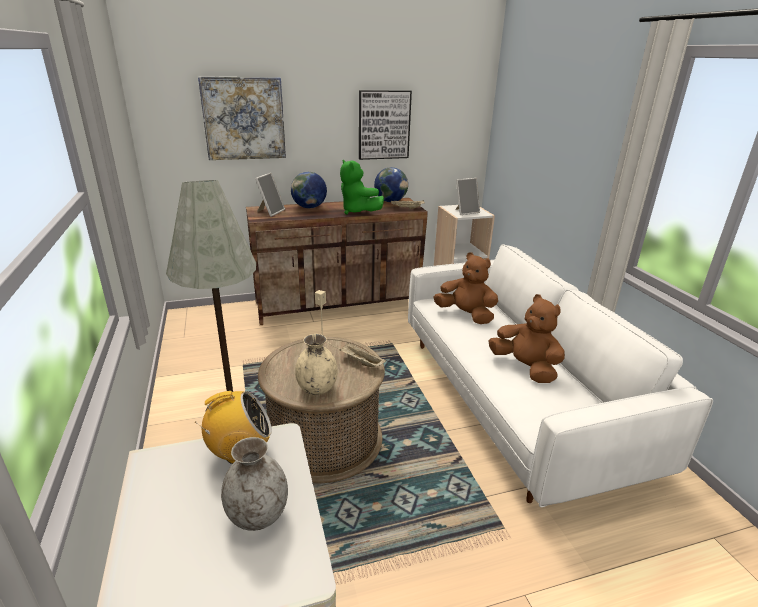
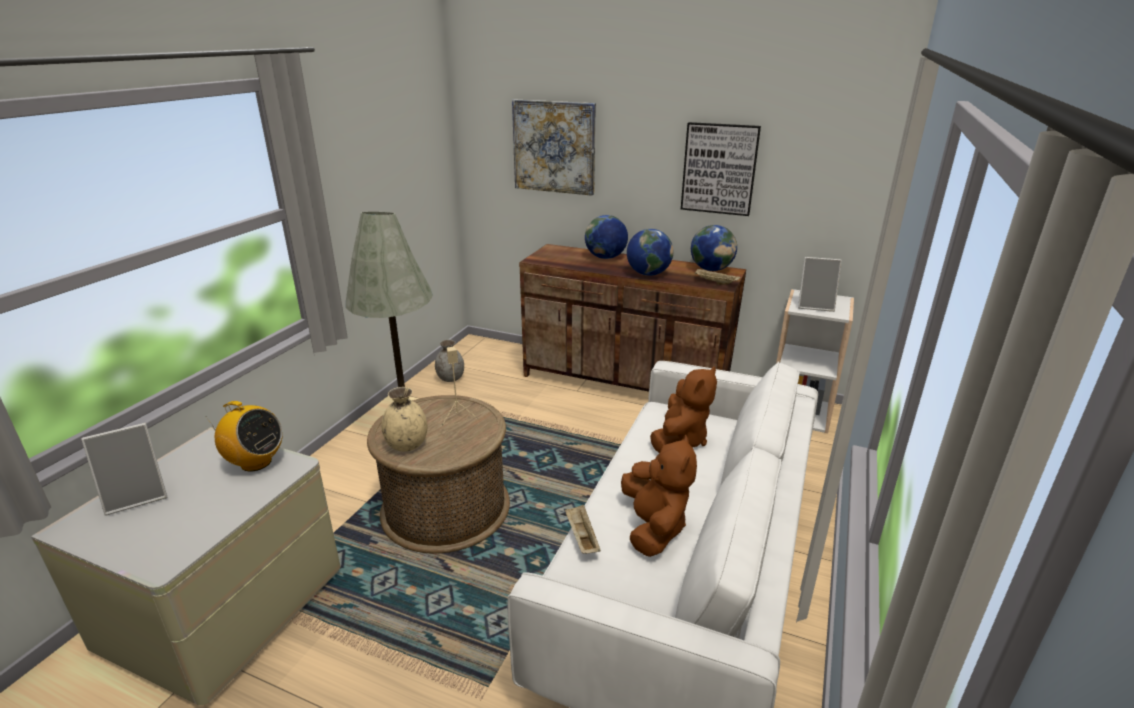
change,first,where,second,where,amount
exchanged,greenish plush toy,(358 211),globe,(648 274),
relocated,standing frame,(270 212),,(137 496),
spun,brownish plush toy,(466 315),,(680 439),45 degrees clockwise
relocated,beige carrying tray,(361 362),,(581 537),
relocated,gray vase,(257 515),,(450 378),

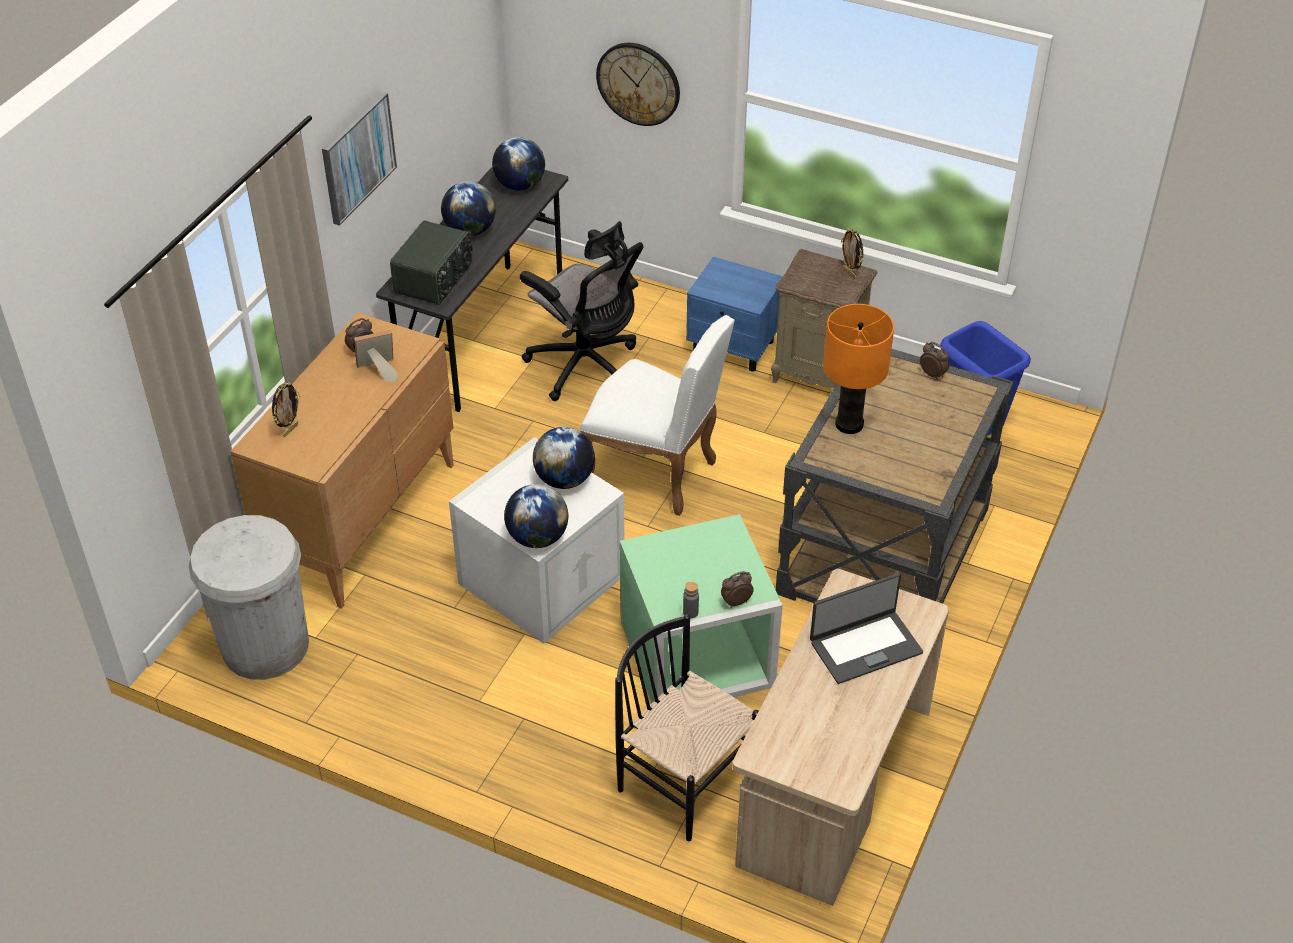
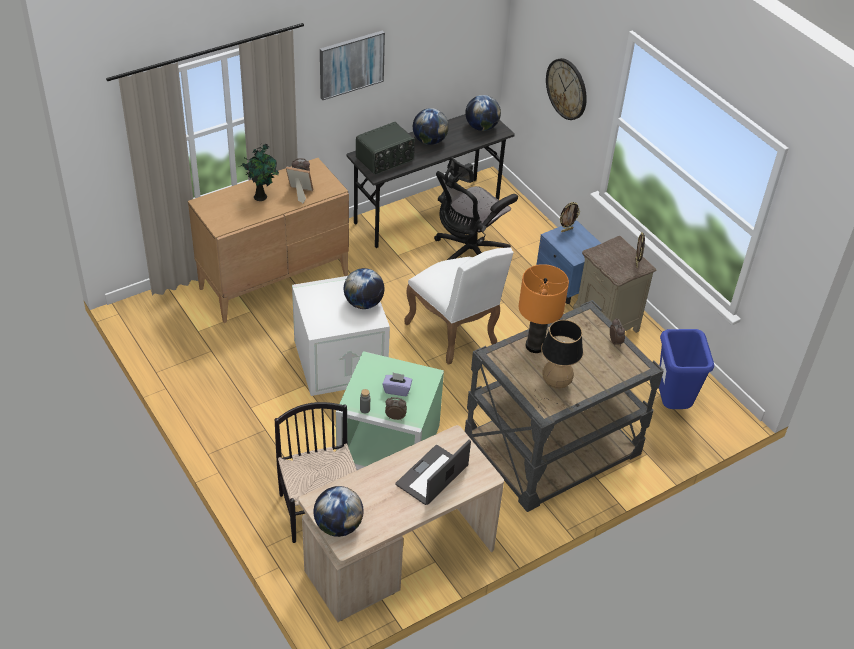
change,first,where,second,where,amount
spun,desk chair,(585 365),,(469 255),60 degrees clockwise
relocated,standing frame,(290 430),,(566 230),
relocated,globe,(537 538),,(338 526),
missing,white rubbish bin,(265 645),,,
spun,laptop,(865 646),,(432 476),120 degrees clockwise
appeared,,,plant in a pot,(261 196),
appeared,,,lamp for a table,(555 387),
appeared,,,purple-coloured box of tissues,(397 390),

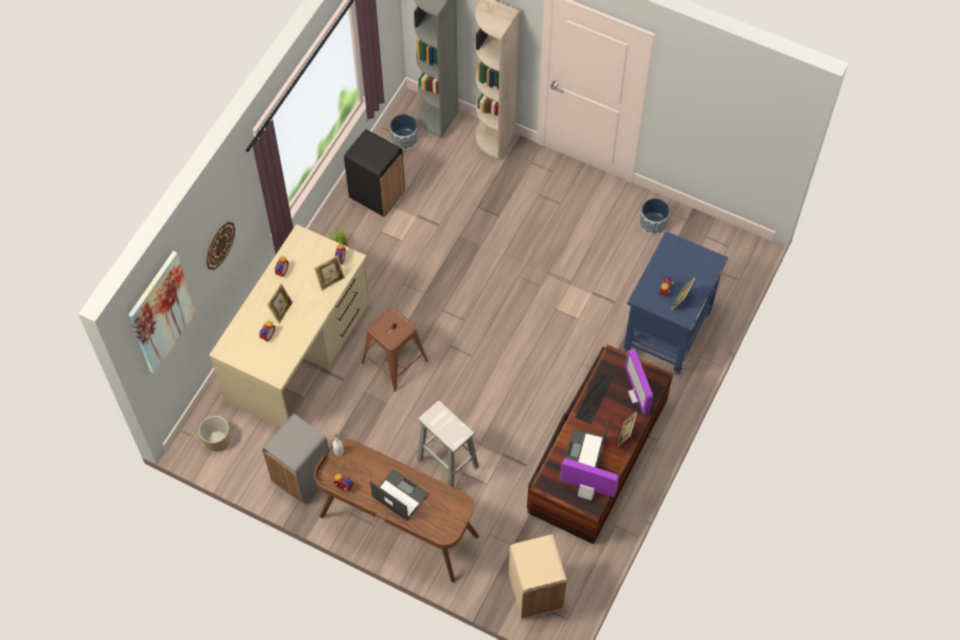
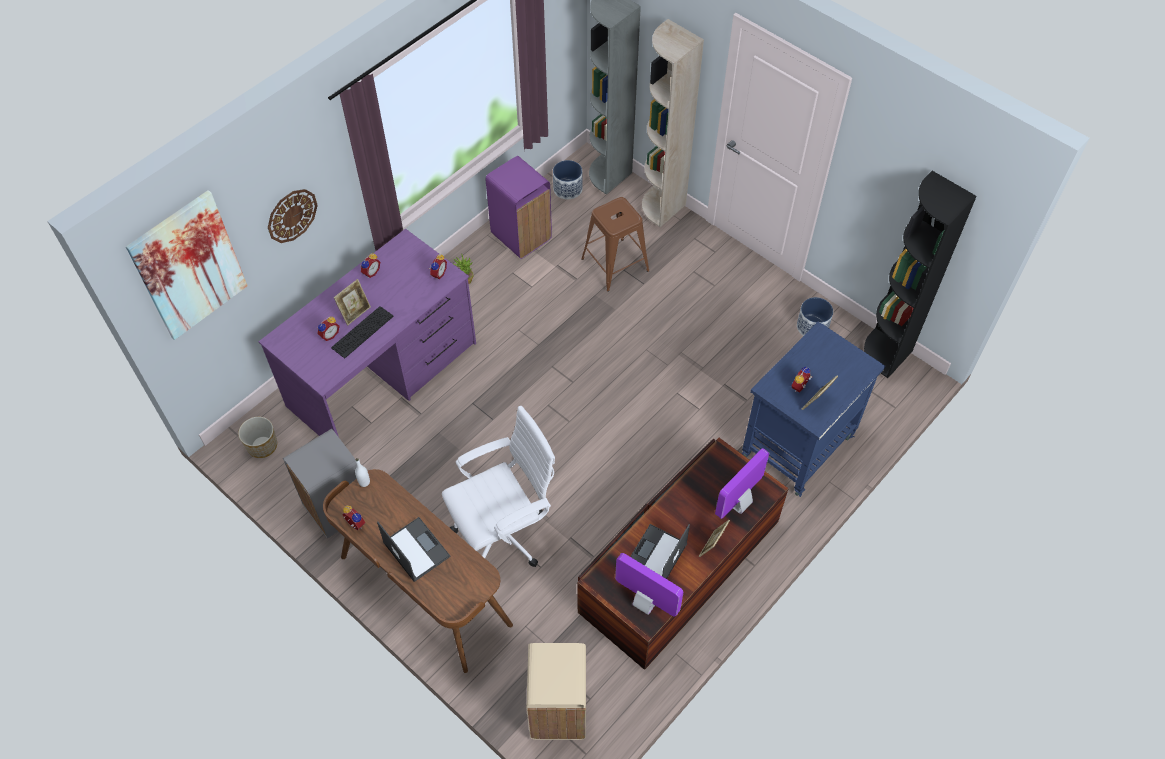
change,first,where,second,where,amount
colour,blackish rubbish bin,(377 194),purple-coloured rubbish bin,(521 236),
colour,beige desk,(299 352),purple-coloured desk,(383 375),
missing,standing frame,(331 280),,,
relocated,brownish stool,(394 361),,(615 264),
spun,computer display,(637 395),,(739 503),45 degrees clockwise
relocated,computer keyboard,(594 397),,(362 332),
exchanged,white stool,(448 463),white desk chair,(504 533),
appeared,,,blackish bookshelf,(882 356),

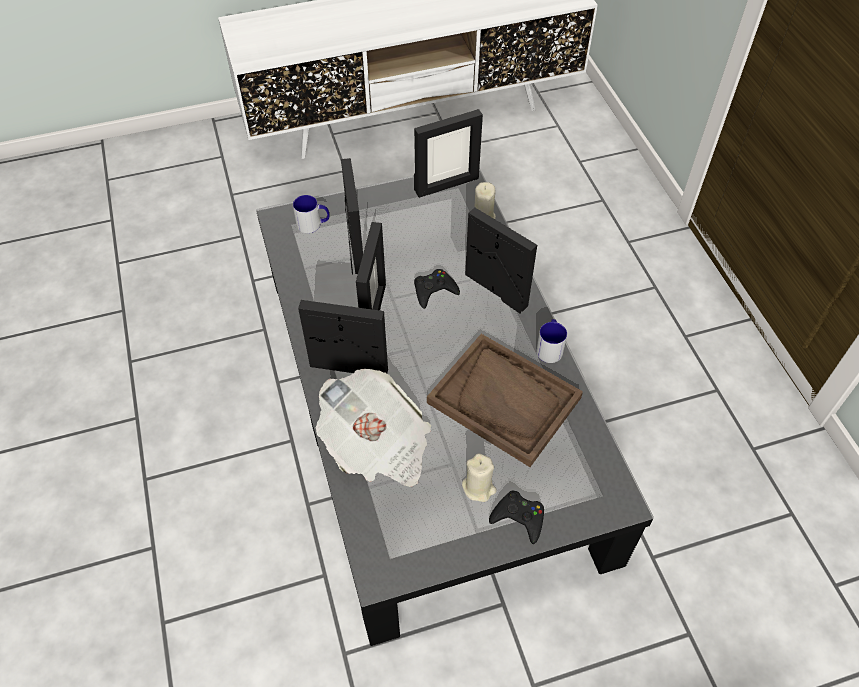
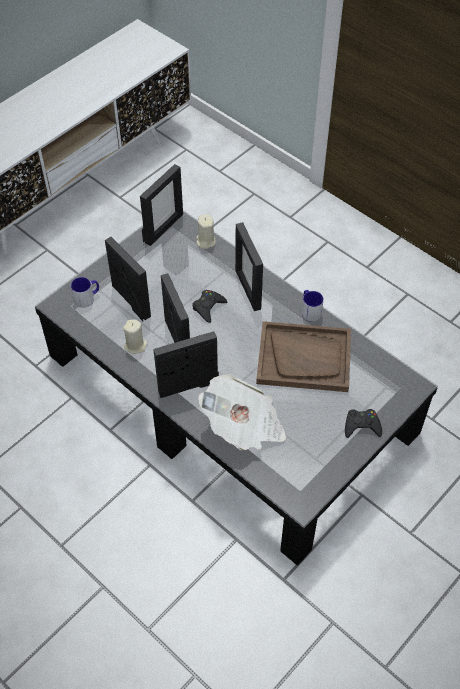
change,first,where,second,where,amount
spun,standing frame,(495 291),,(249 289),120 degrees counterclockwise
relocated,beige candle,(478 487),,(135 345),

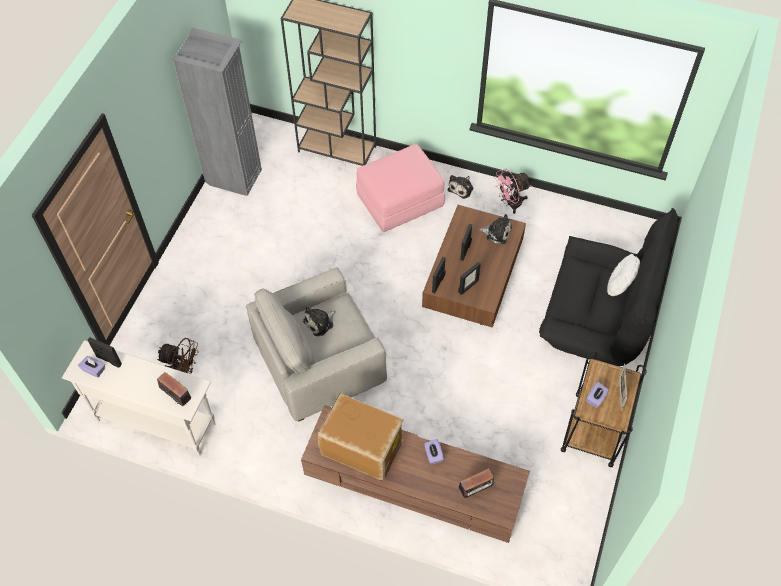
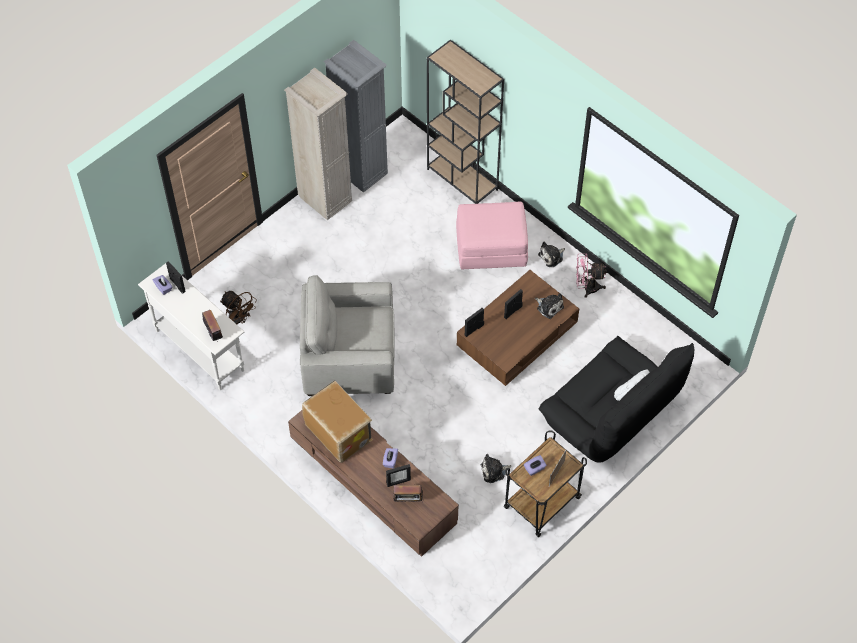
change,first,where,second,where,amount
relocated,standing frame,(468 286),,(398 481),
relocated,plush toy,(320 322),,(494 471),
appeared,,,beige cupboard,(325 198),

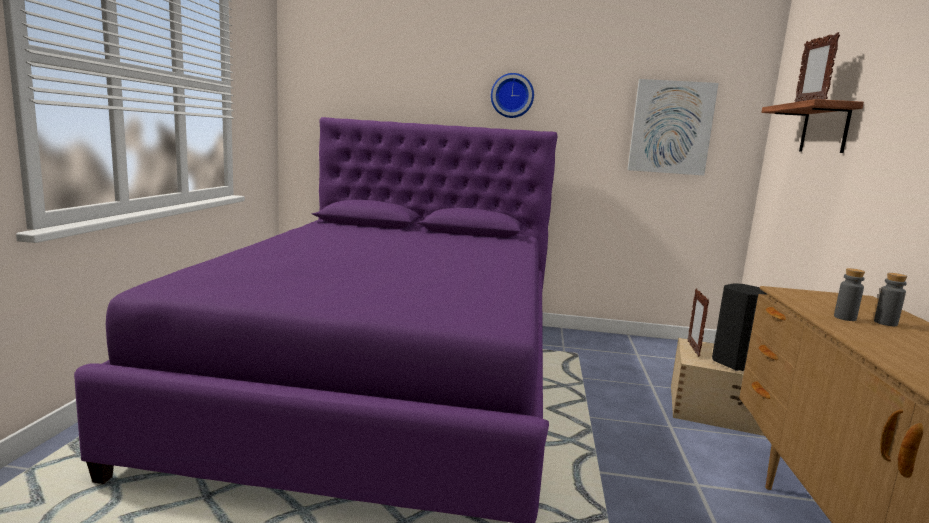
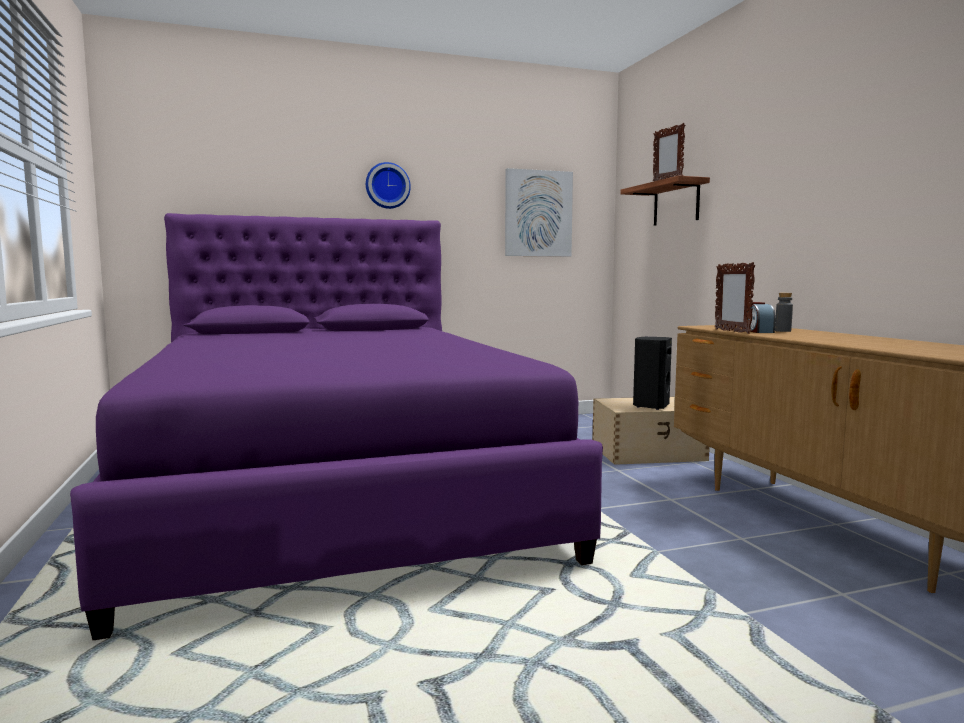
change,first,where,second,where,amount
exchanged,gray bottle,(845 318),table clock,(758 331),
relocated,standing frame,(693 349),,(732 331),

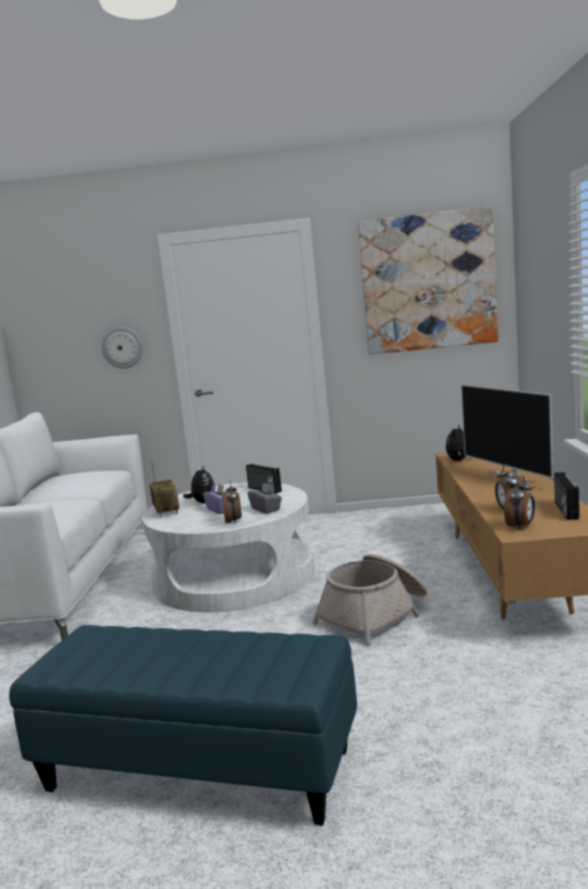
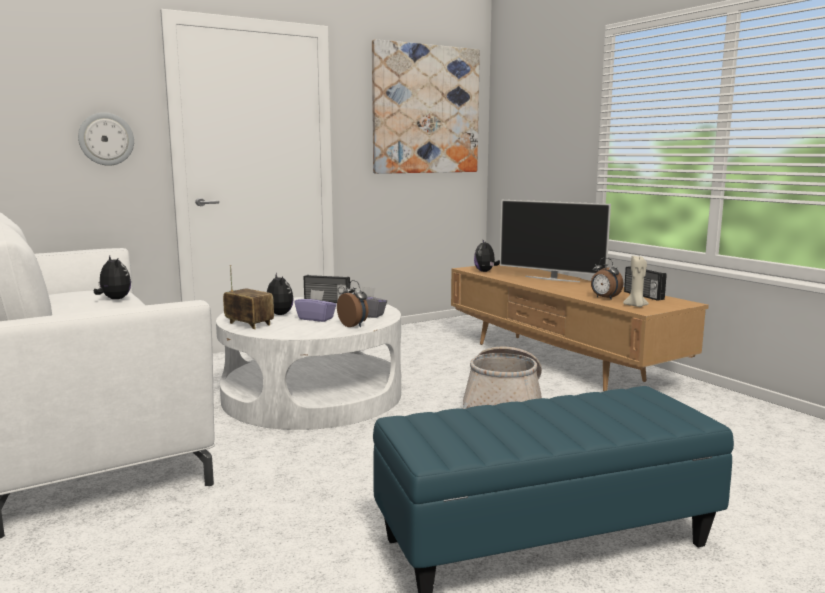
change,first,where,second,where,amount
exchanged,table clock,(521 526),beige candle,(636 306),
appeared,,,plush toy,(114 299),

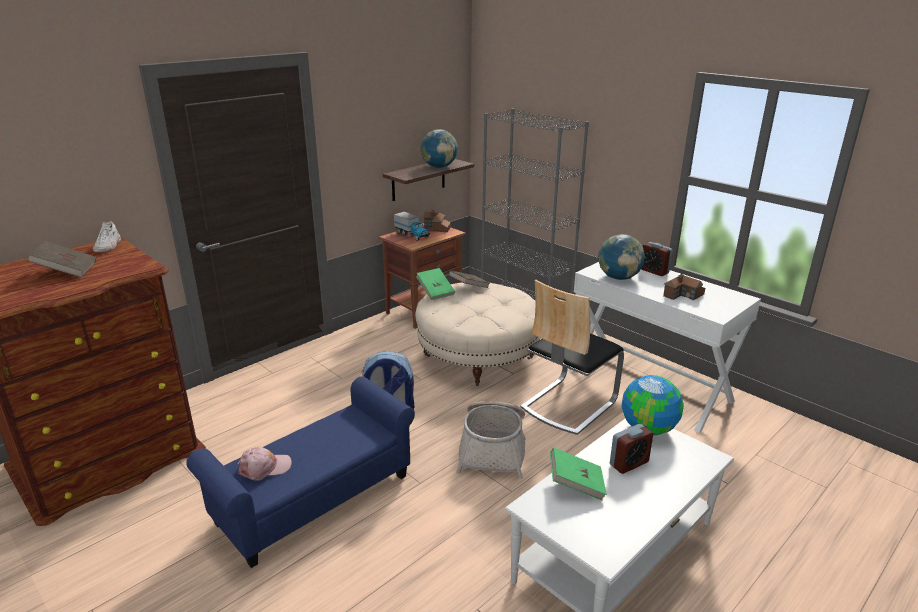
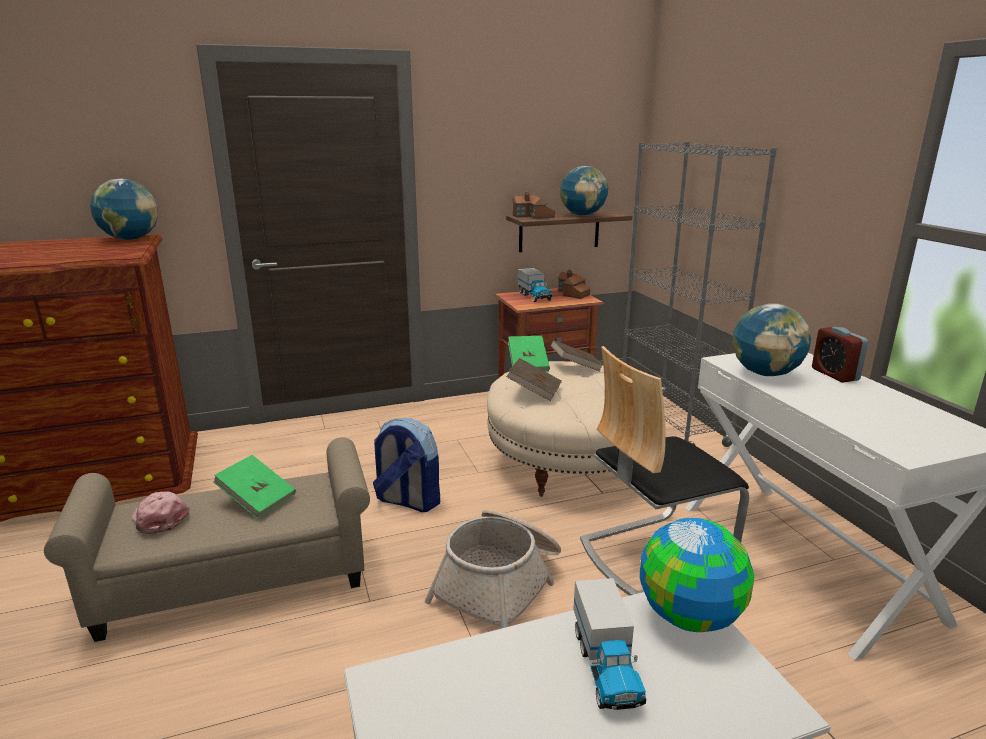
change,first,where,second,where,amount
exchanged,white item of footwear,(108 246),globe,(130 239),
relocated,brownish book,(66 271),,(534 391),
relocated,toy house,(683 295),,(533 216),
colour,bluish pouffe,(314 498),beige pouffe,(236 580),
exchanged,table clock,(629 463),toy lorry,(606 666),
spun,pinkish baseball cap,(264 468),,(159 518),135 degrees counterclockwise
relocated,greenish book,(576 484),,(257 500),

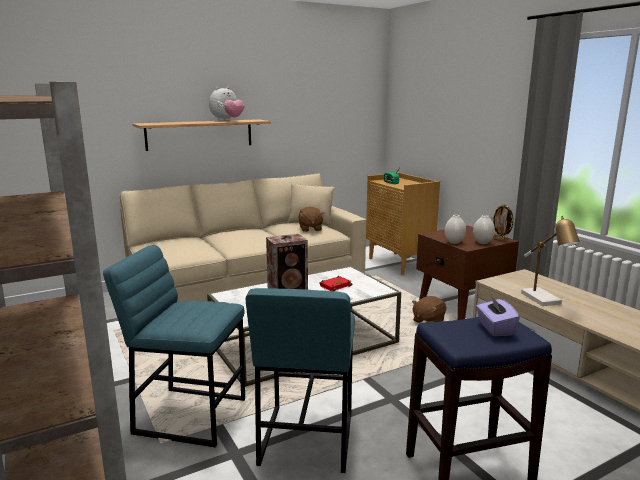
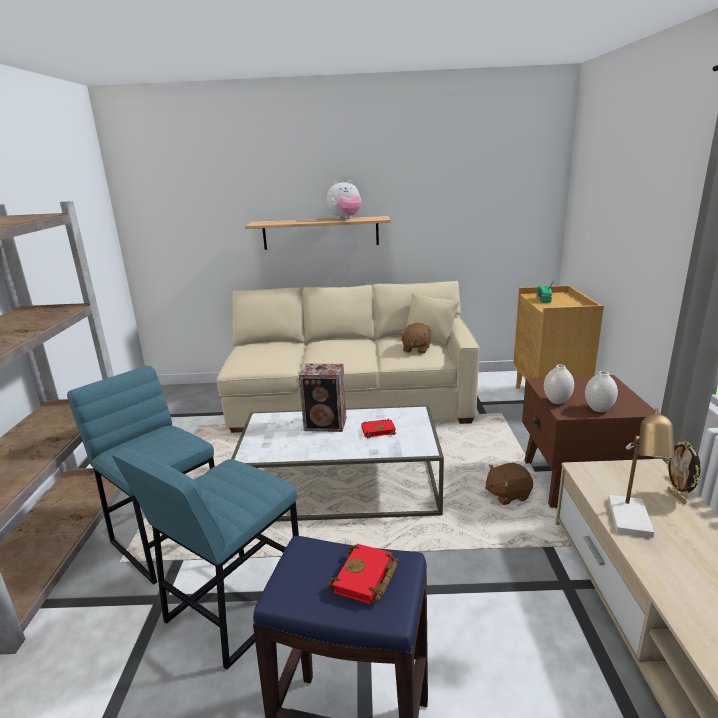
change,first,where,second,where,amount
relocated,standing frame,(501 240),,(677 497),
exchanged,purple-coloured box of tissues,(495 328),red book,(365 579),

